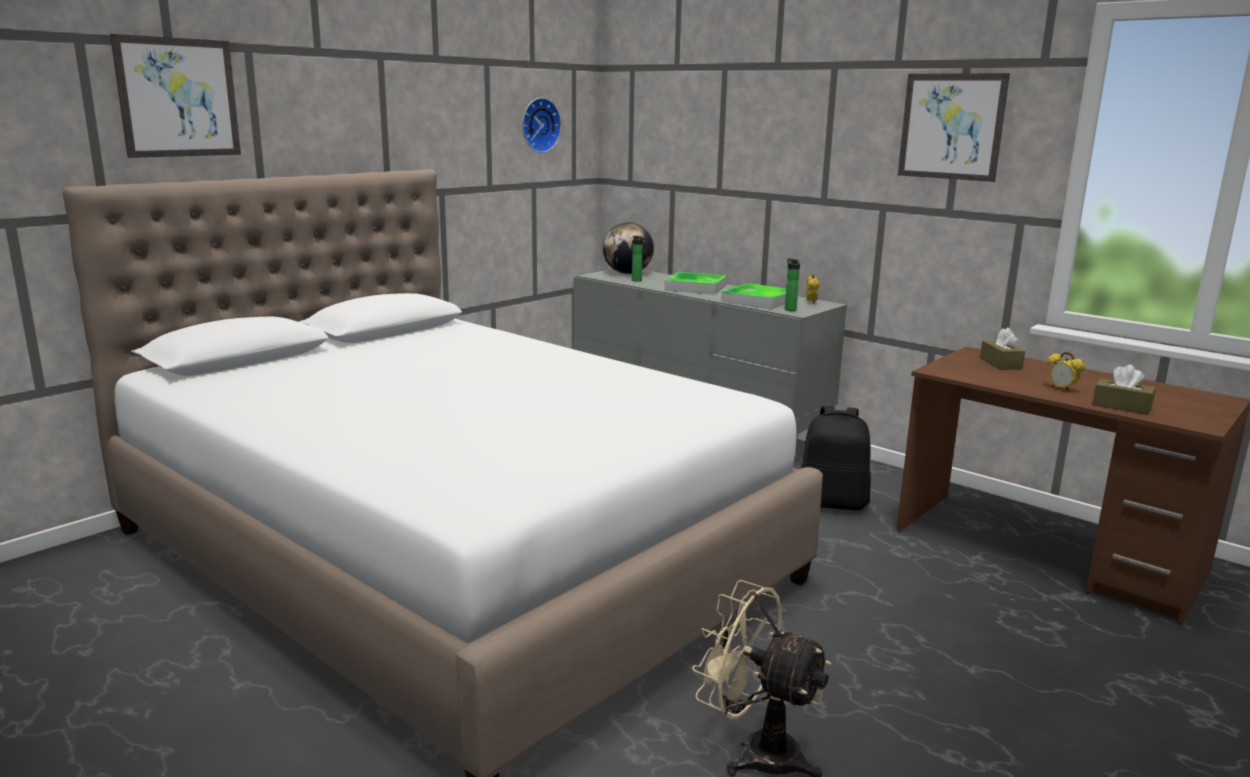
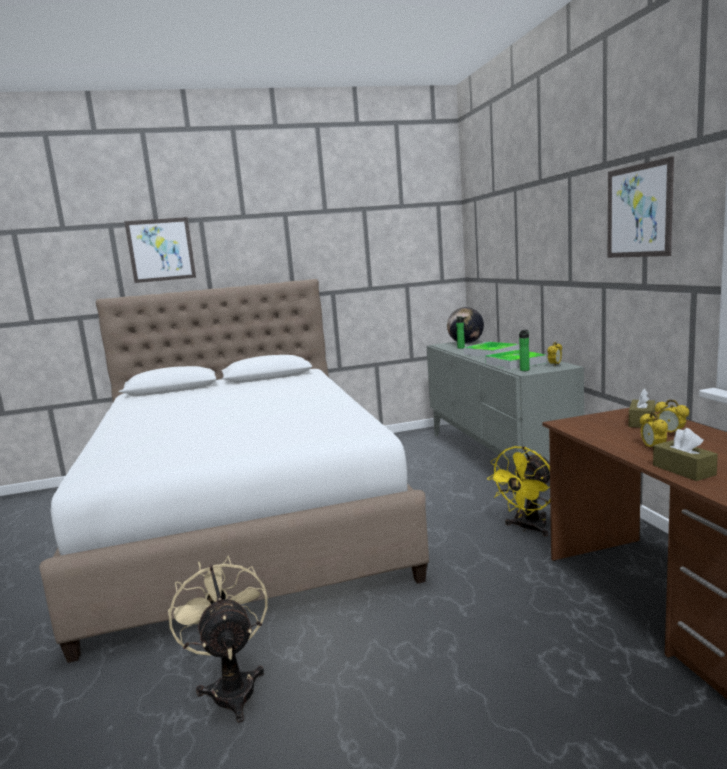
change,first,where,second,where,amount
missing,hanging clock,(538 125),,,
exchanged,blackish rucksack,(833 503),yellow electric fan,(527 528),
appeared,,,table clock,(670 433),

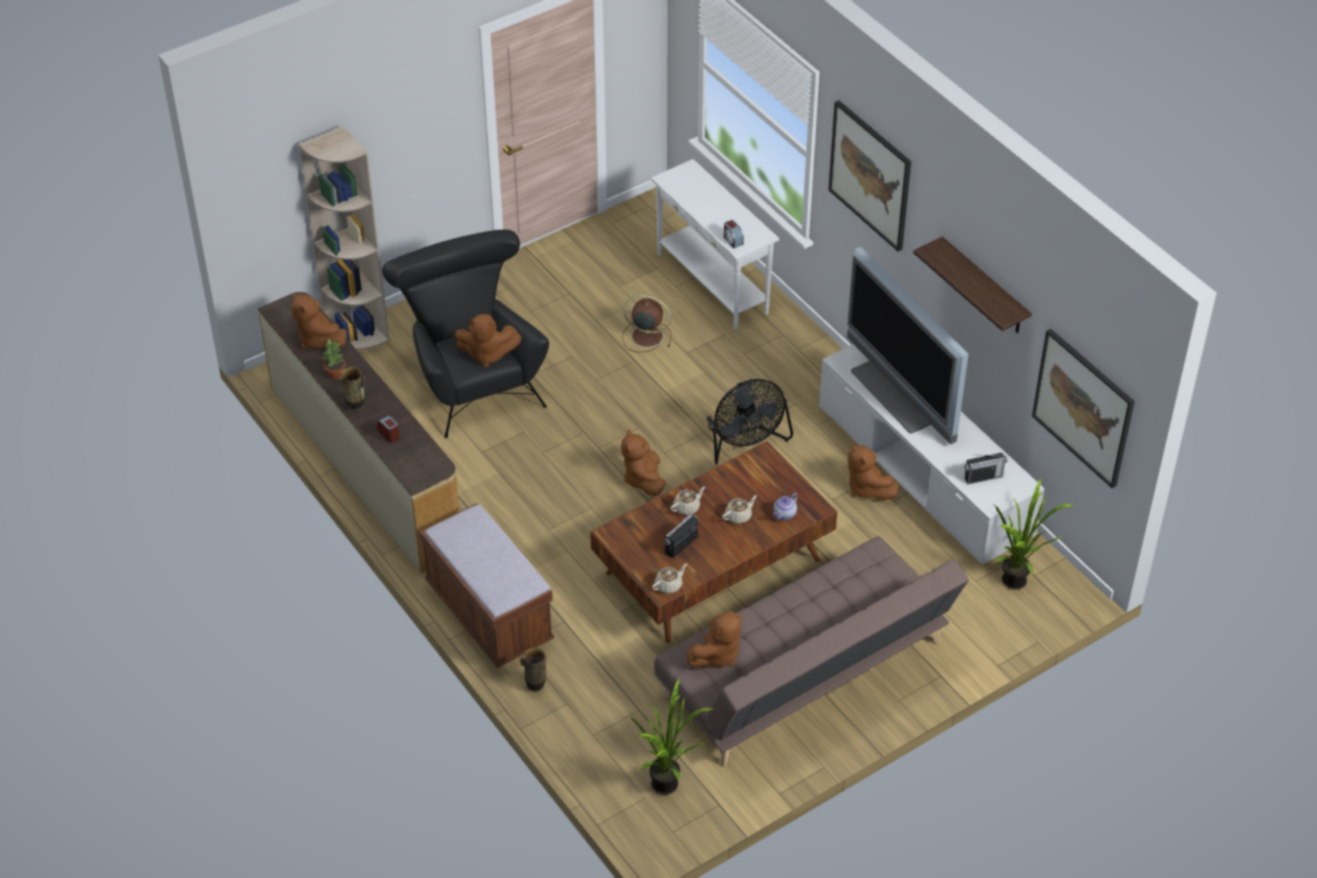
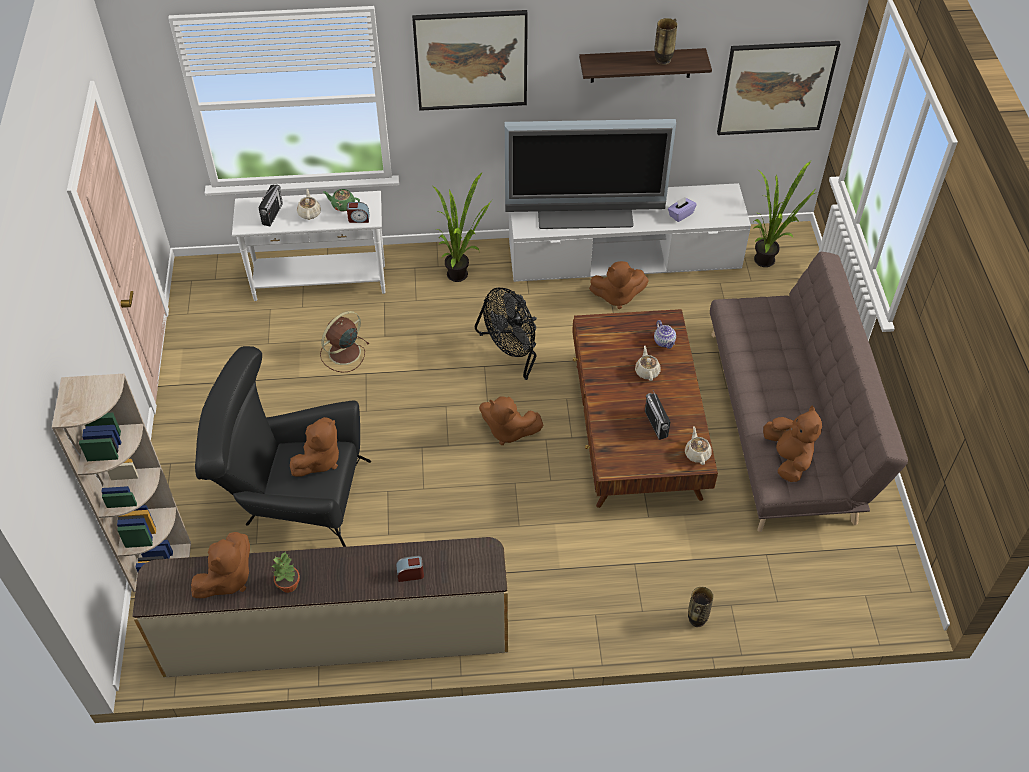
change,first,where,second,where,amount
spun,brownish plush toy,(318 339),,(227 579),45 degrees counterclockwise
relocated,vase,(356 406),,(663 60),
spun,blackish electric fan,(742 442),,(513 347),135 degrees clockwise
relocated,radio,(983 477),,(272 214),
relocated,beige teapot,(687 507),,(309 213),
missing,brownish long seat,(489 614),,,
relocated,plant in a pot,(669 788),,(462 274),
appeared,,,greenish teapot,(343 205),
appeared,,,purple-coloured box of tissues,(680 214),

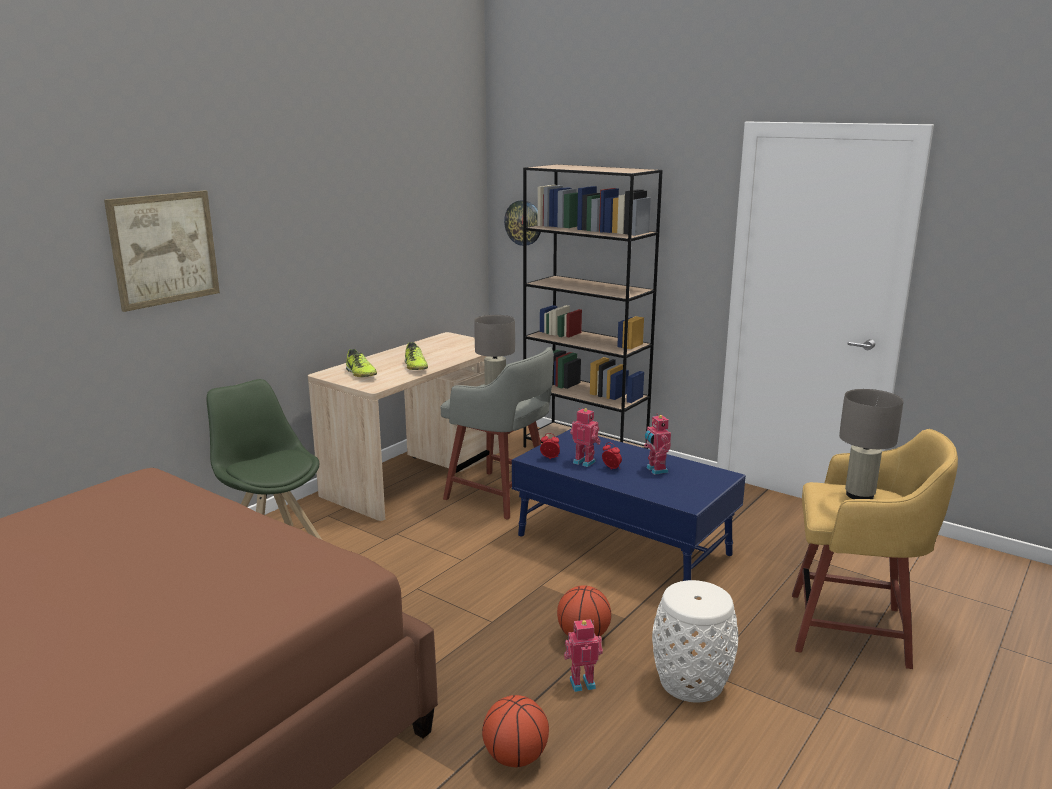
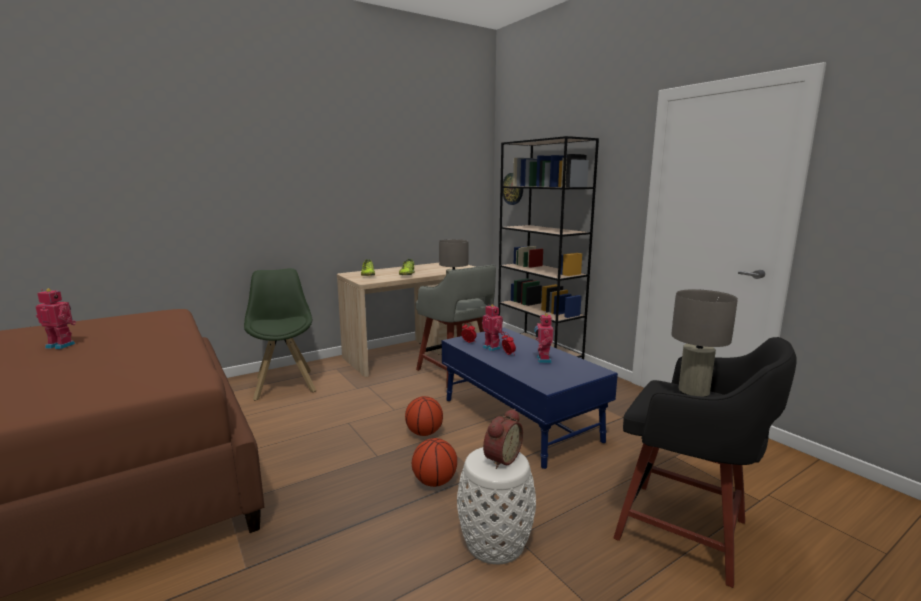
change,first,where,second,where,amount
missing,wall picture,(164 249),,,
colour,yellow stool,(853 630),blackish stool,(686 532),
relocated,toy robot,(582 682),,(62 345),
relocated,basketball,(516 757),,(424 433),
appeared,,,table clock,(500 458),

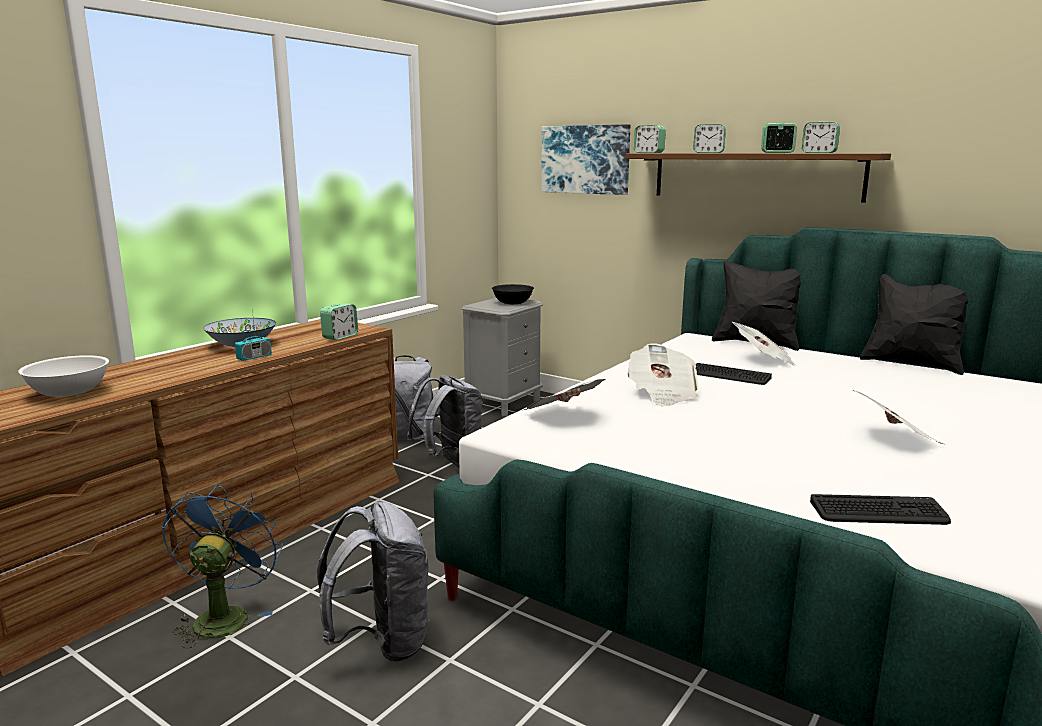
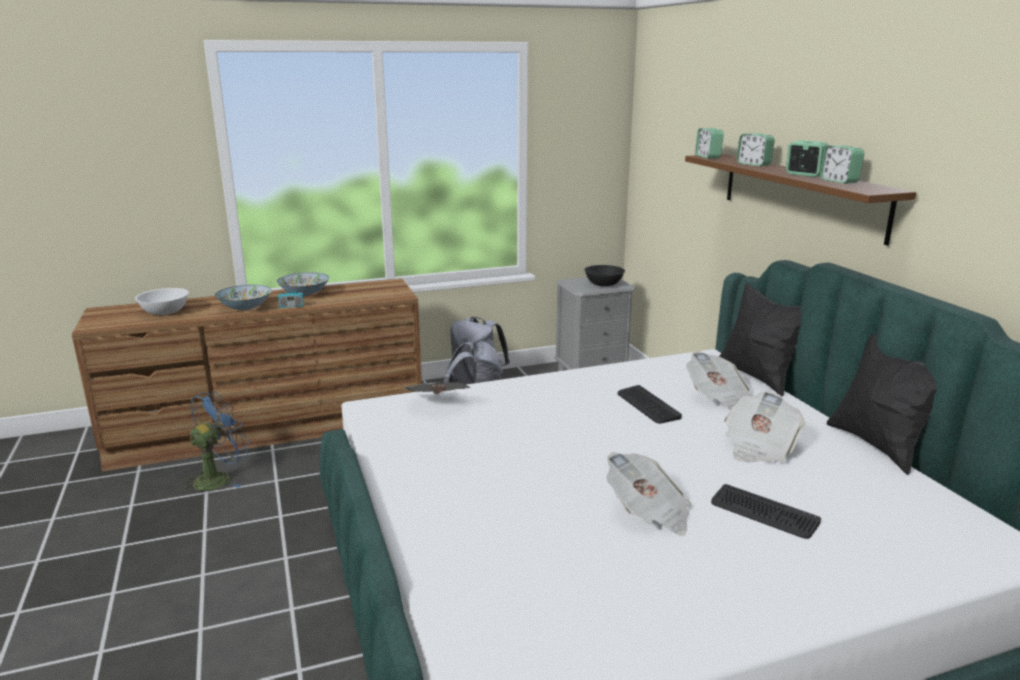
change,first,where,second,where,amount
missing,wall picture,(585 159),,,
missing,table clock,(340 337),,,
relocated,printed paper,(662 394),,(758 447),
relocated,computer keyboard,(878 512),,(763 512),
missing,gray rucksack,(382 642),,,
appeared,,,serving bowl,(245 308),

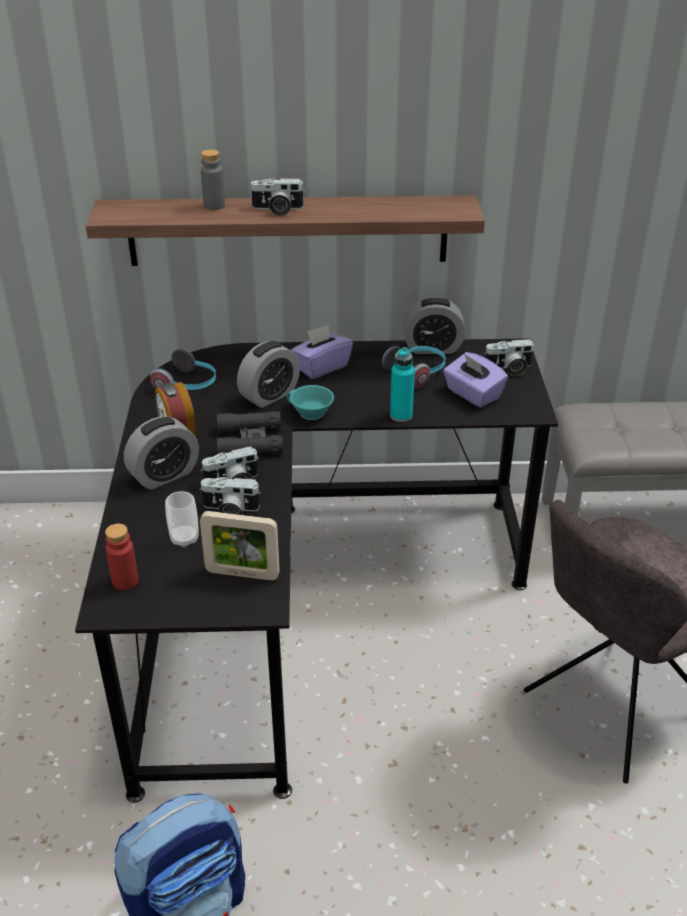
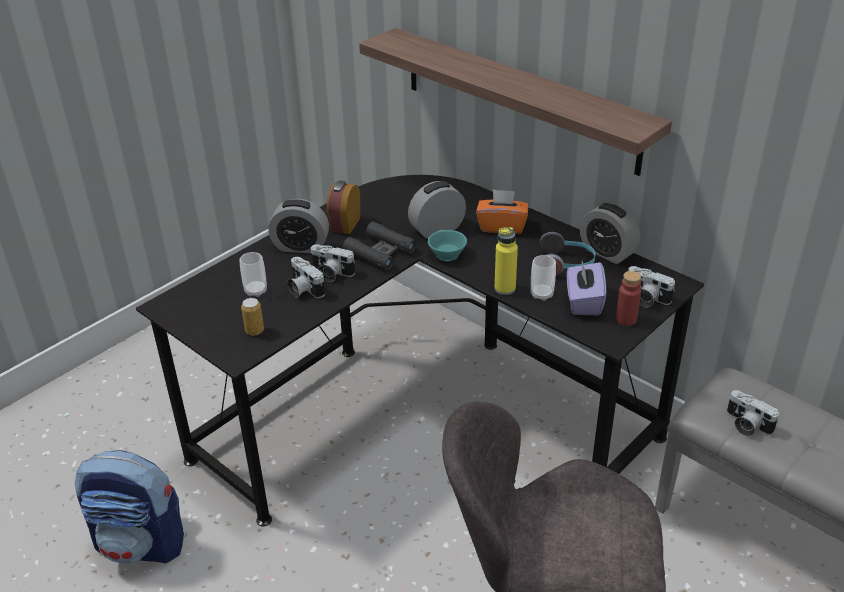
change,first,where,second,where,amount
missing,gray bottle,(214 206),,,
relocated,photo camera,(277 210),,(746 425),
colour,purple-coloured box of tissues,(321 367),orange box of tissues,(502 226),
spun,table clock,(269 395),,(437 229),150 degrees clockwise
colour,turquoise bottle,(401 415),yellow bottle,(505 288),
missing,headphones,(188 385),,,
exchanged,standing frame,(242 573),can,(254 331),
relocated,red bottle,(125 581),,(626 319),
appeared,,,small cup,(541 294),

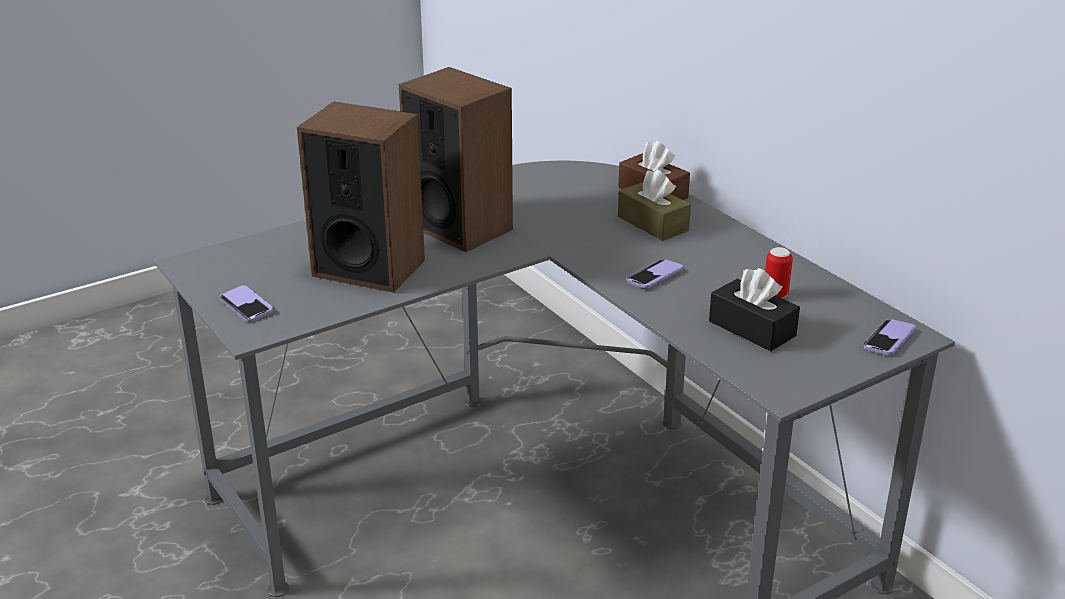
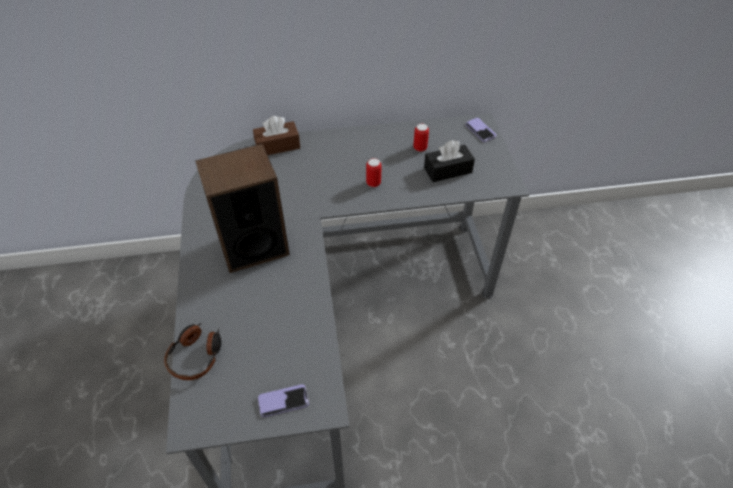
change,first,where,second,where,amount
missing,loudspeaker,(369 267),,,
missing,brownish box of tissues,(652 223),,,
exchanged,handset,(654 276),can,(373 183),
appeared,,,headphones,(196 355),

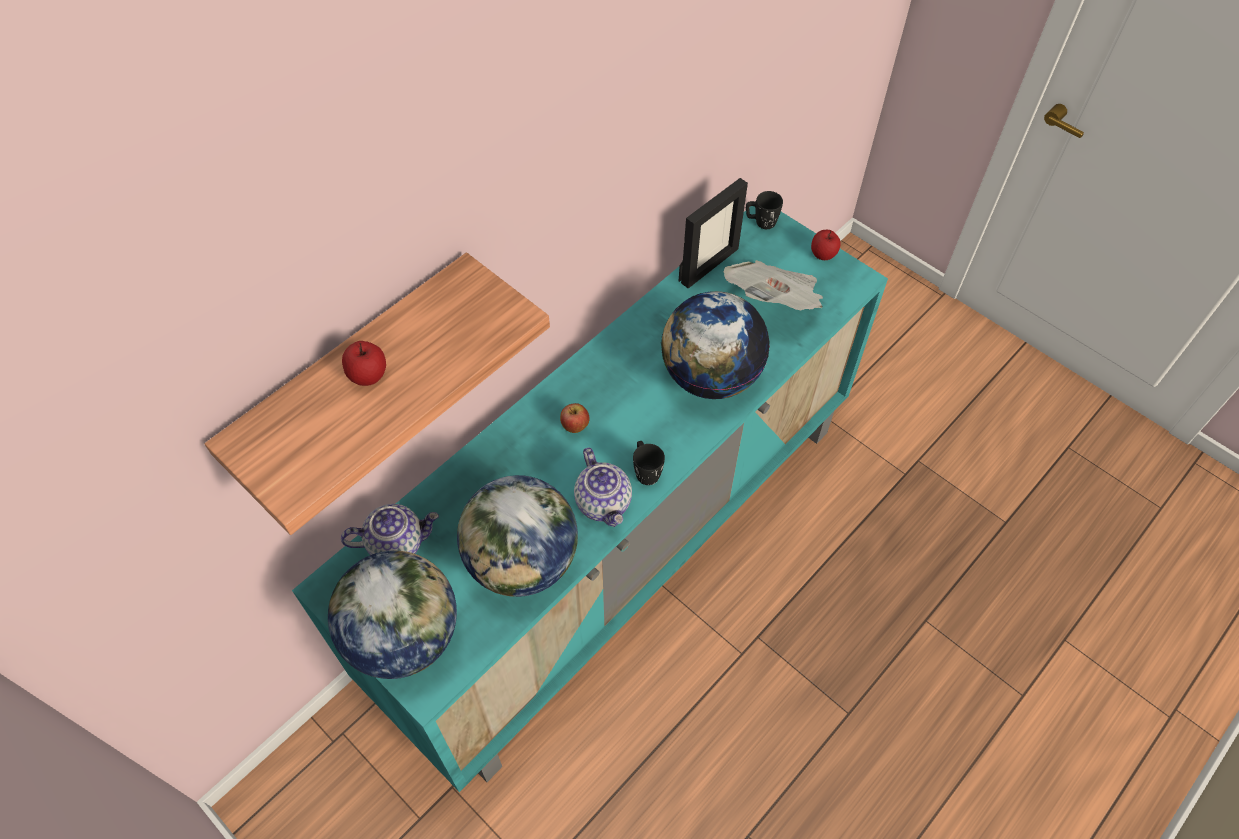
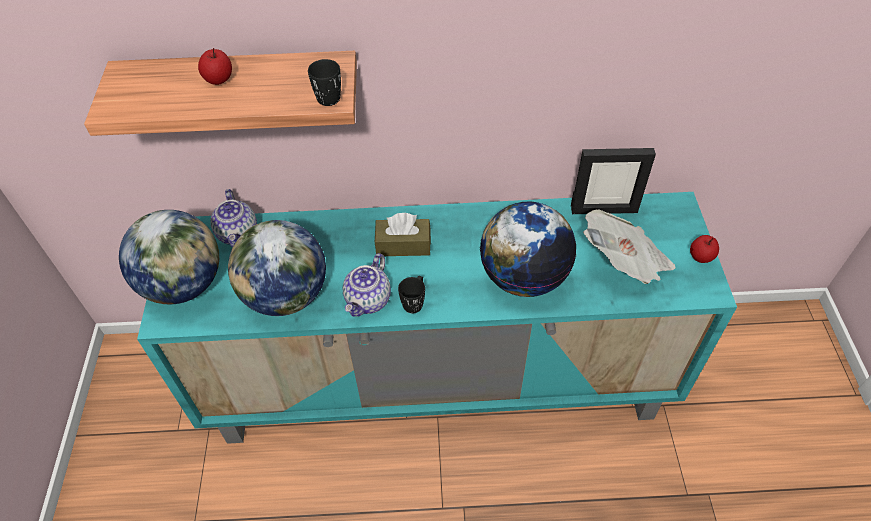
change,first,where,second,where,amount
relocated,blackish coffee mug,(761 222),,(325 96),
exchanged,apple fruit,(575 427),brownish box of tissues,(403 245),
spun,teapot,(397 542),,(238 233),45 degrees clockwise

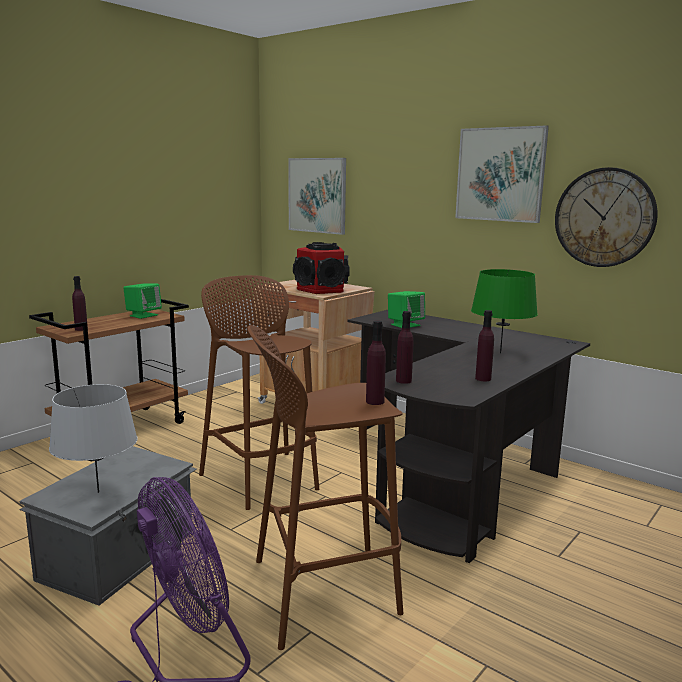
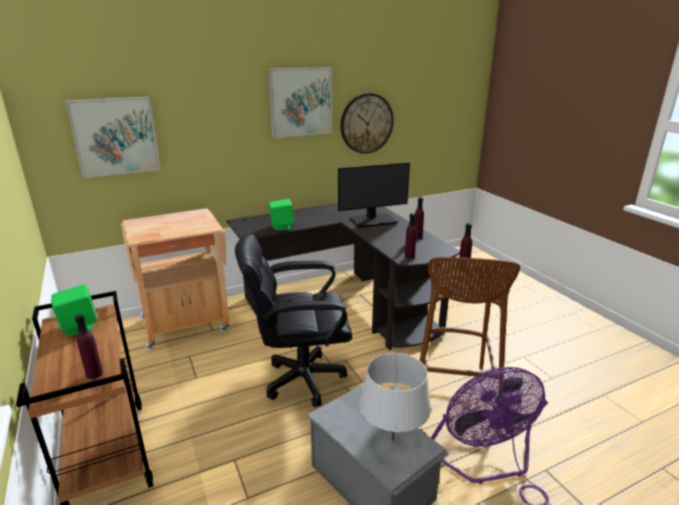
change,first,where,second,where,amount
missing,loudspeaker,(322 290),,,
exchanged,greenish lamp for a table,(500 353),computer display,(372 220),
exchanged,brownish stool,(262 479),blackish desk chair,(299 382),

